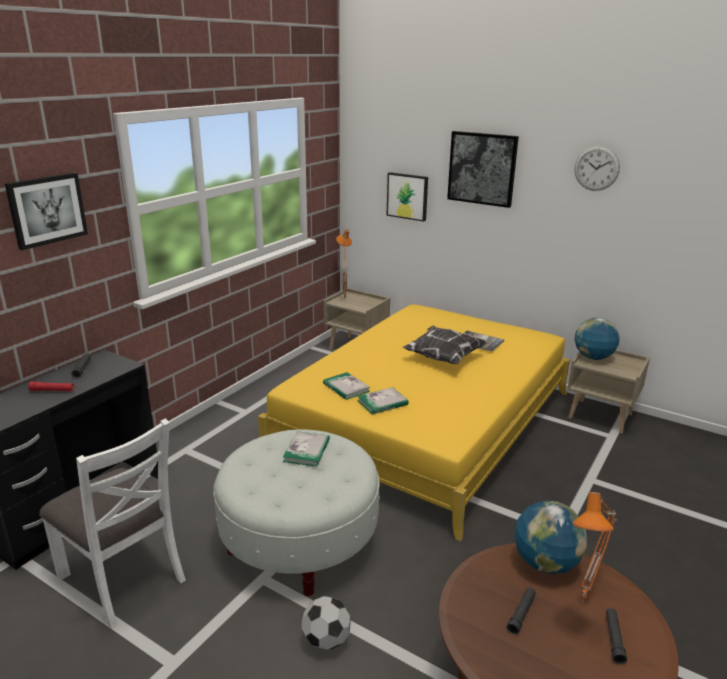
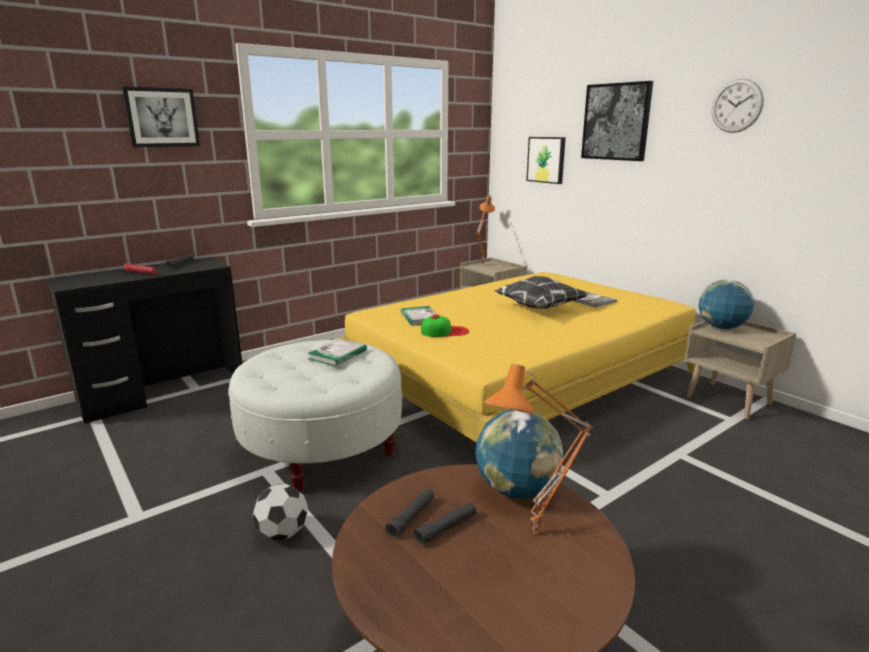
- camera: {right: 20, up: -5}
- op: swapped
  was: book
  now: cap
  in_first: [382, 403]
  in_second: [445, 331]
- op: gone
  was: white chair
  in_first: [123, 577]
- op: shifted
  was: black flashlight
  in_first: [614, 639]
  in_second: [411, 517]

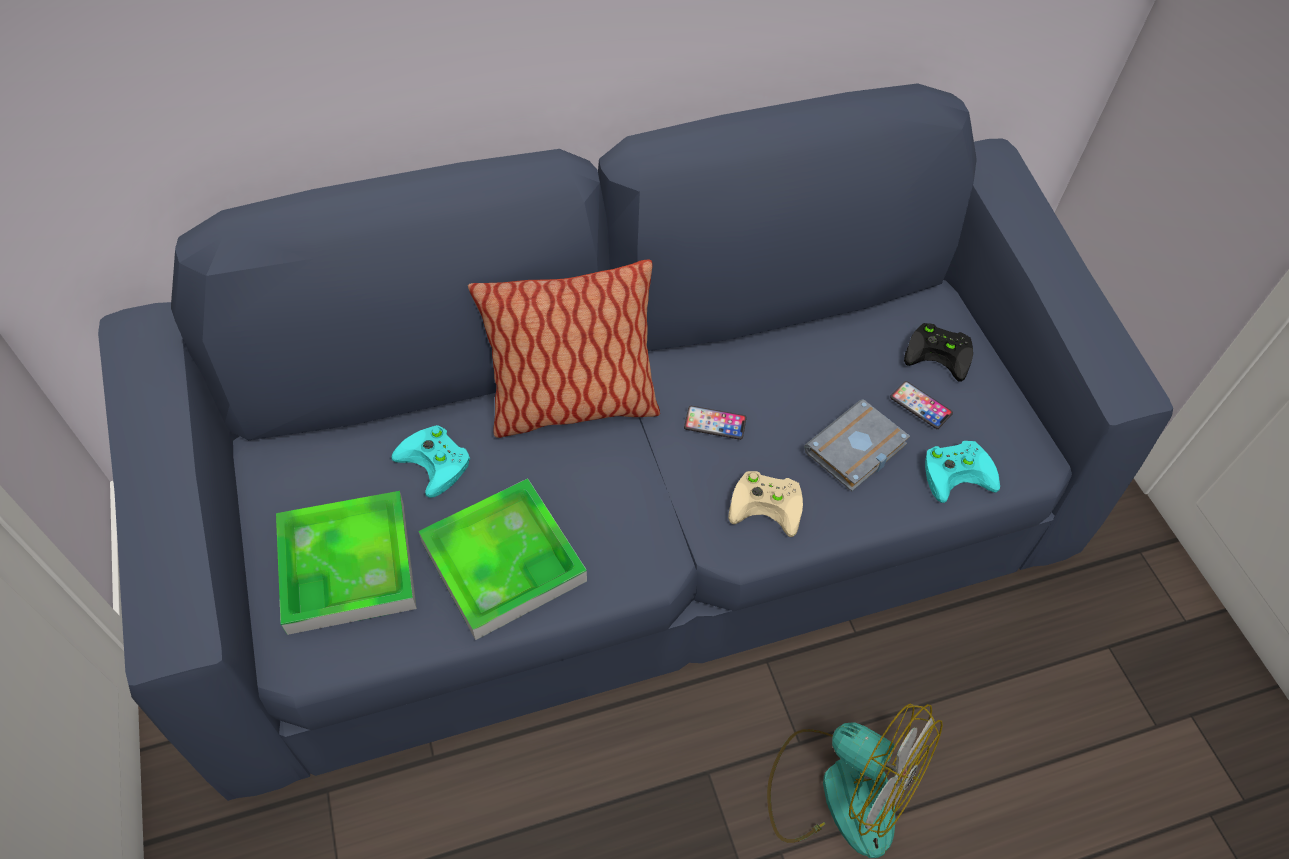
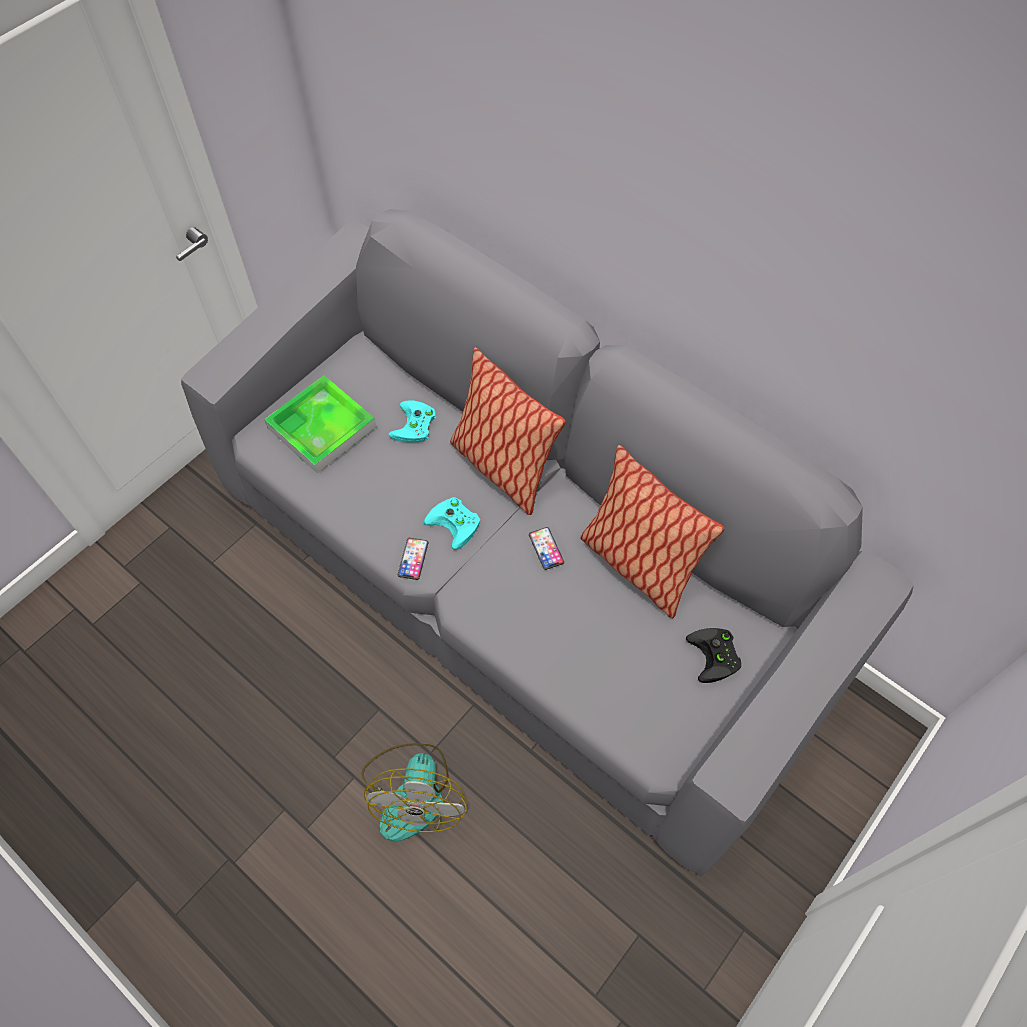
- camera: {right: 60, up: 5}
- op: repainted
  was: blue sofa
  now: grey sofa
  in_first: [638, 530]
  in_second: [514, 579]
- op: shifted
  was: phone
  in_first: [920, 406]
  in_second: [413, 559]
- op: gone
  was: grey book
  in_first: [856, 451]
- op: shifted
  was: turquoise game controller
  in_first: [958, 471]
  in_second: [456, 524]
- op: gone
  was: beige game controller
  in_first: [769, 504]
- op: gone
  was: tray
  in_first: [503, 562]
- op: new
  now: pillow
  in_second: [637, 564]

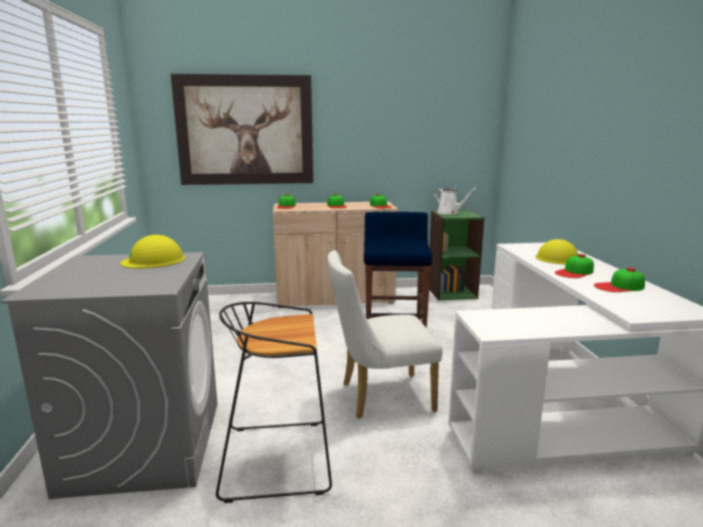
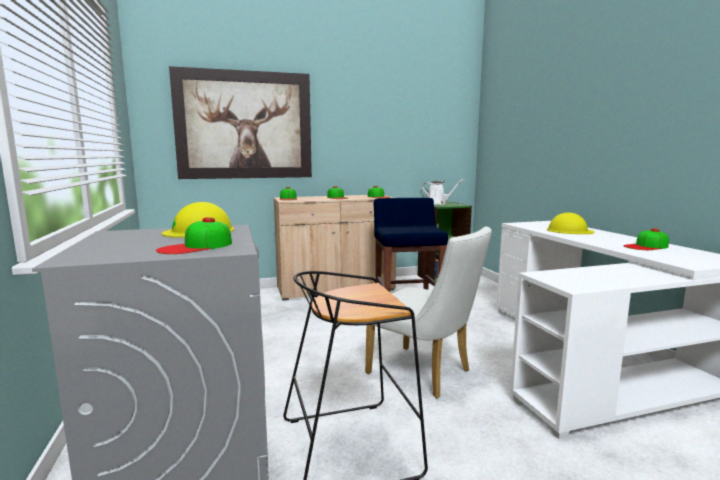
- camera: {right: -10, up: -5}
- op: rotated
  was: white chair
  in_first: [379, 397]
  in_second: [425, 374]
  clockwise: -120
- op: shifted
  was: cap
  in_first: [574, 272]
  in_second: [196, 247]

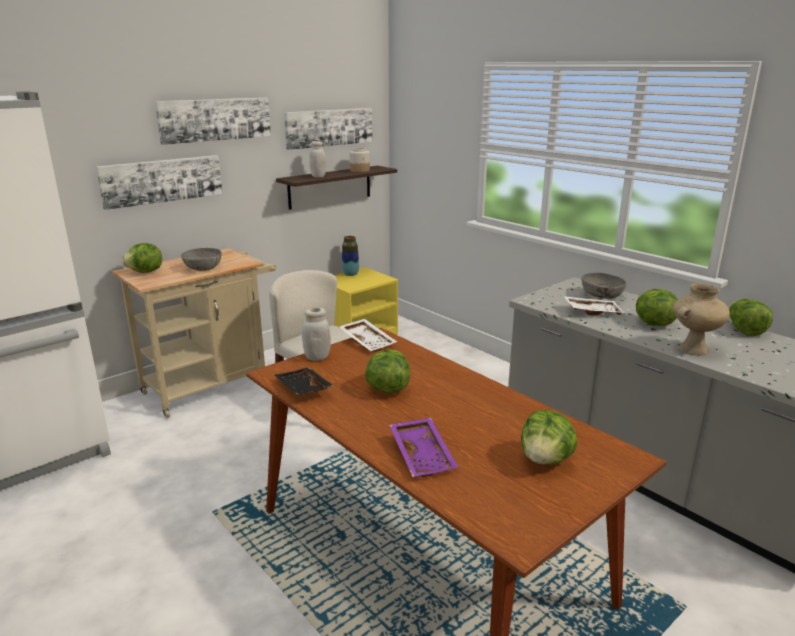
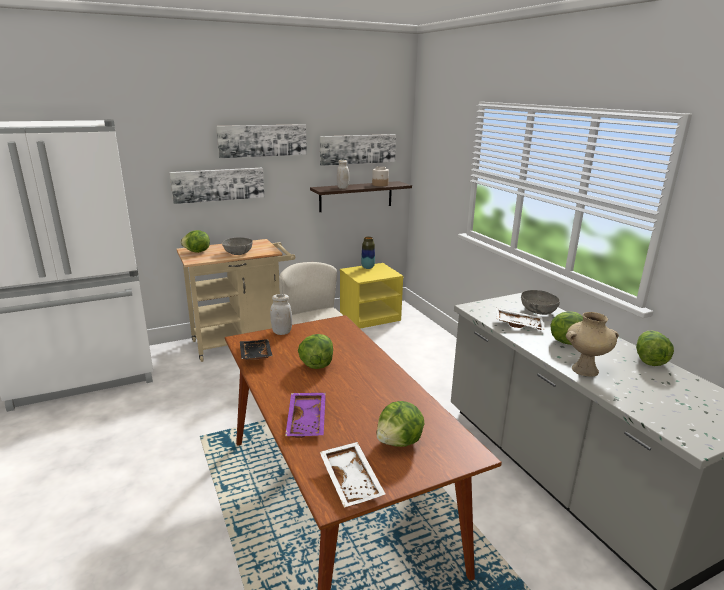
- camera: {right: 15, up: 0}
- op: shifted
  was: white tray
  in_first: [368, 341]
  in_second: [352, 480]

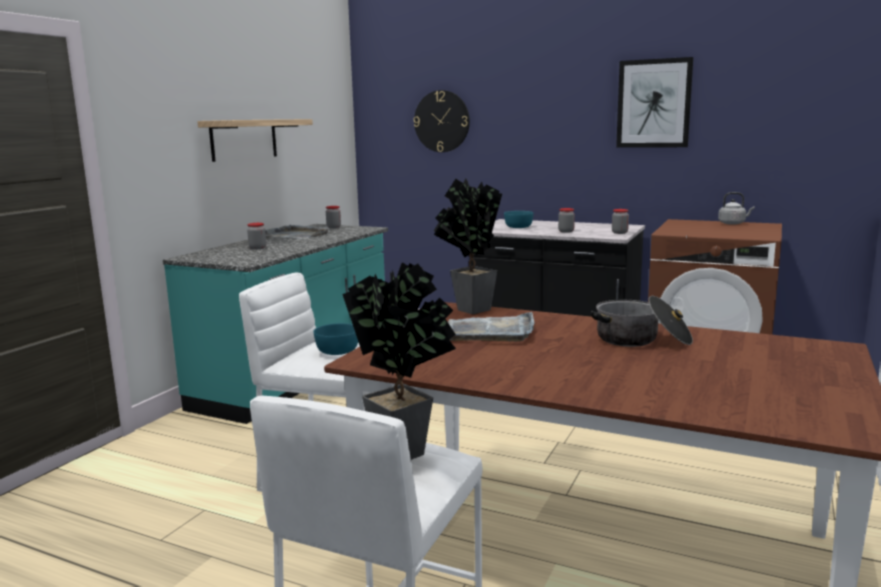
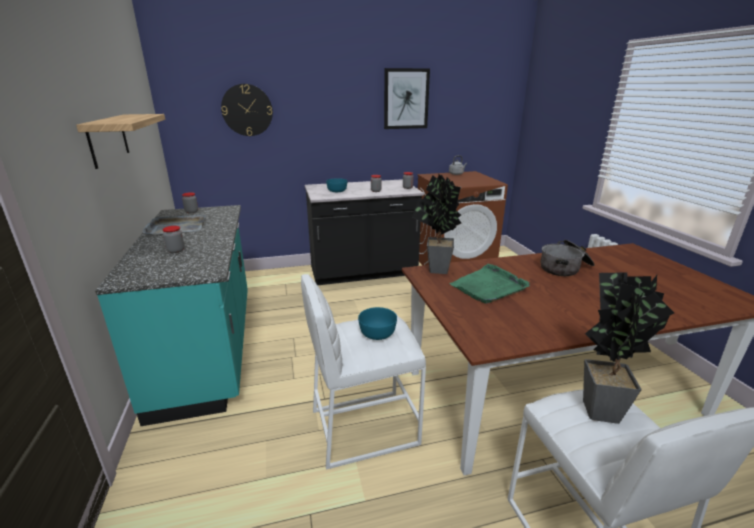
- camera: {right: -40, up: 10}
- op: repainted
  was: grey tray
  now: green tray
  in_first: [489, 331]
  in_second: [489, 286]

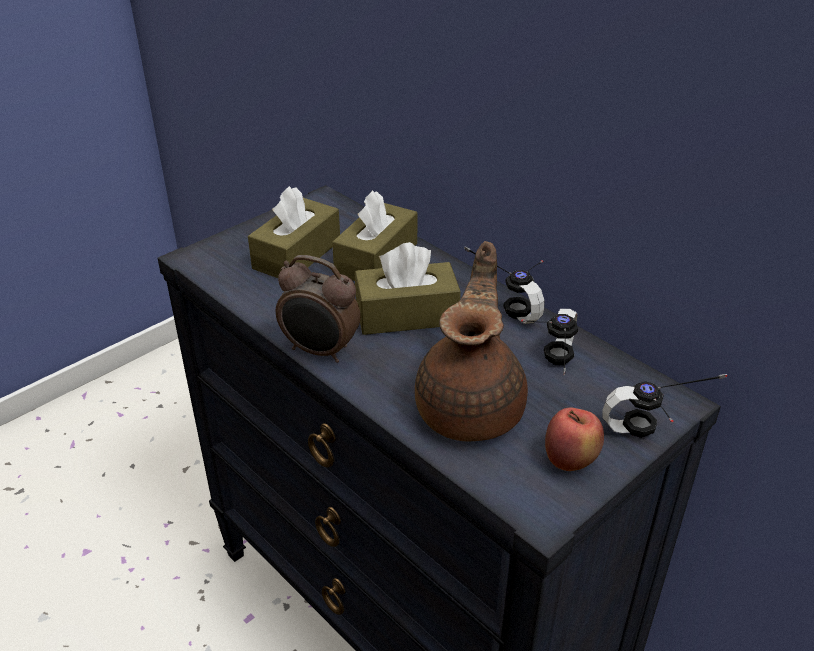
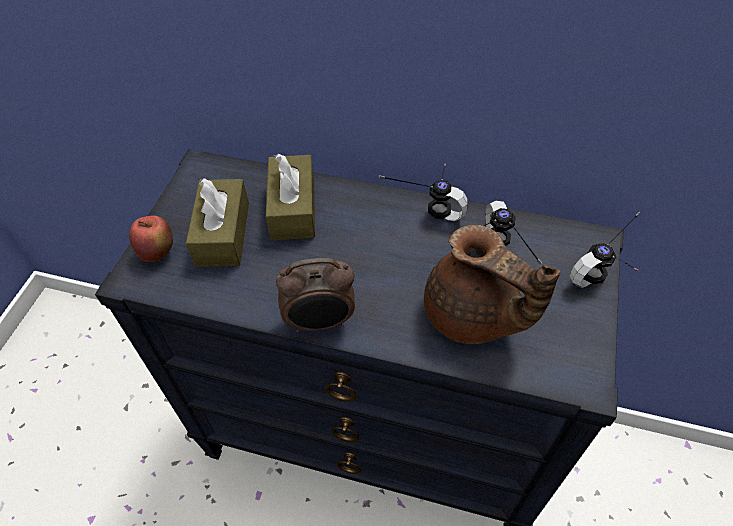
- camera: {right: -30, up: 15}
- op: rotated
  was: brown teapot
  in_first: [472, 407]
  in_second: [473, 316]
  clockwise: 150
- op: gone
  was: brown tissue box
  in_first: [406, 315]
- op: shifted
  was: apple
  in_first: [570, 461]
  in_second: [158, 252]

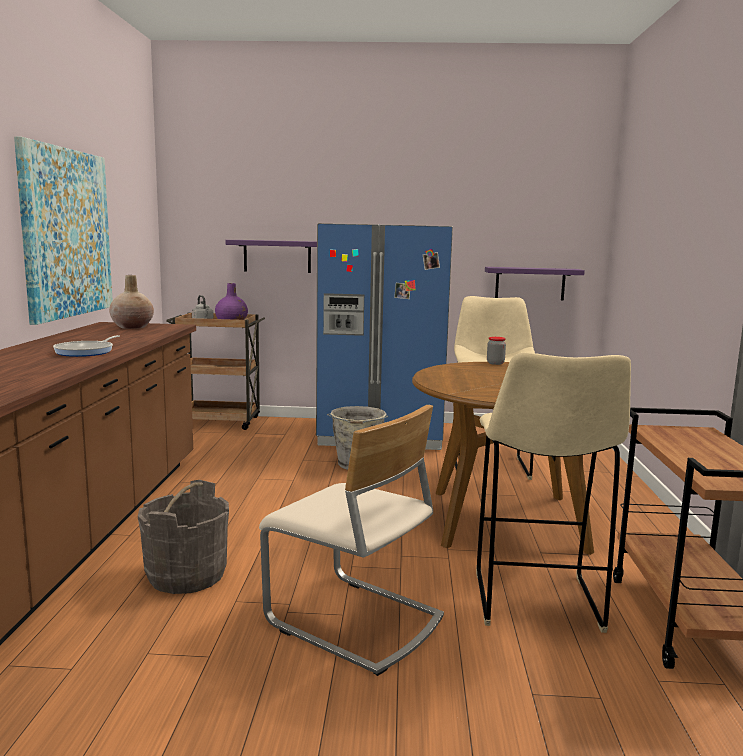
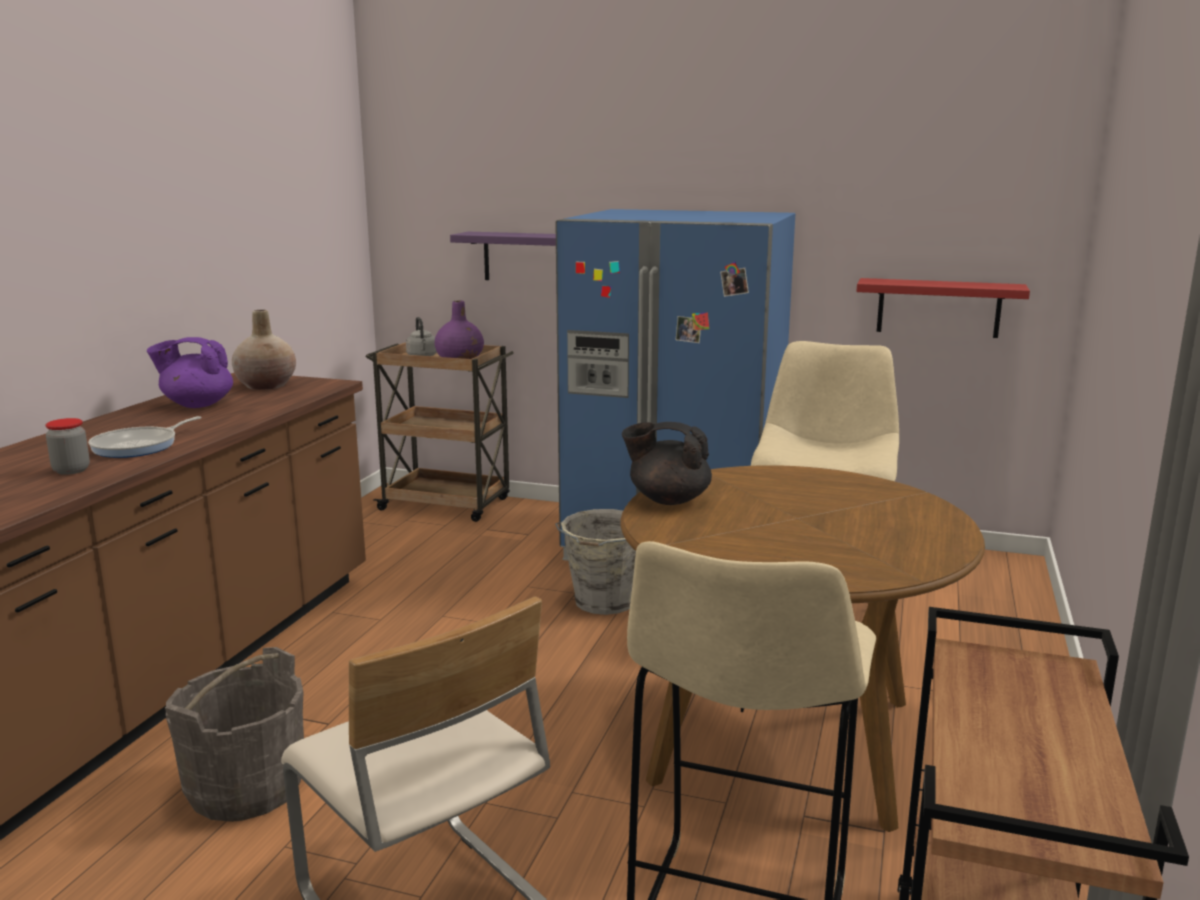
- camera: {right: 15, up: 5}
- op: gone
  was: picture
  in_first: [67, 233]
- op: repainted
  was: purple shelf
  now: red shelf
  in_first: [530, 283]
  in_second: [938, 308]
- op: shifted
  was: jar
  in_first: [495, 363]
  in_second: [71, 470]
- op: new
  now: purple teapot
  in_second: [197, 405]
- op: new
  now: black teapot
  in_second: [668, 499]

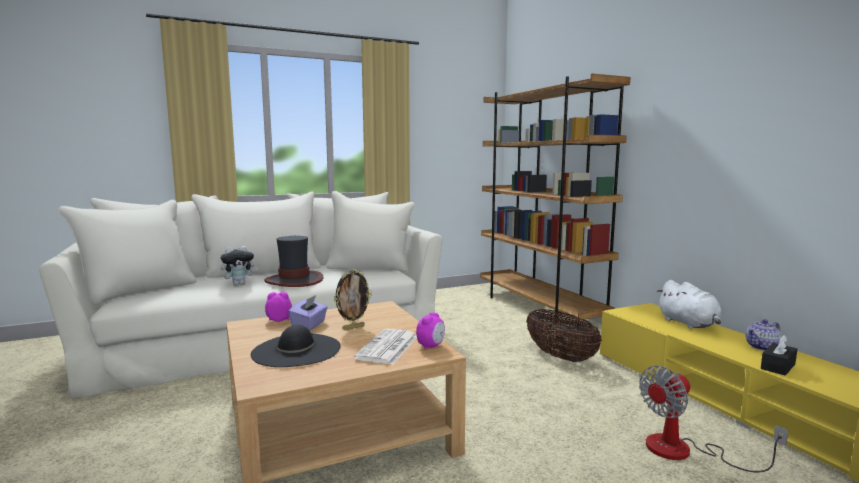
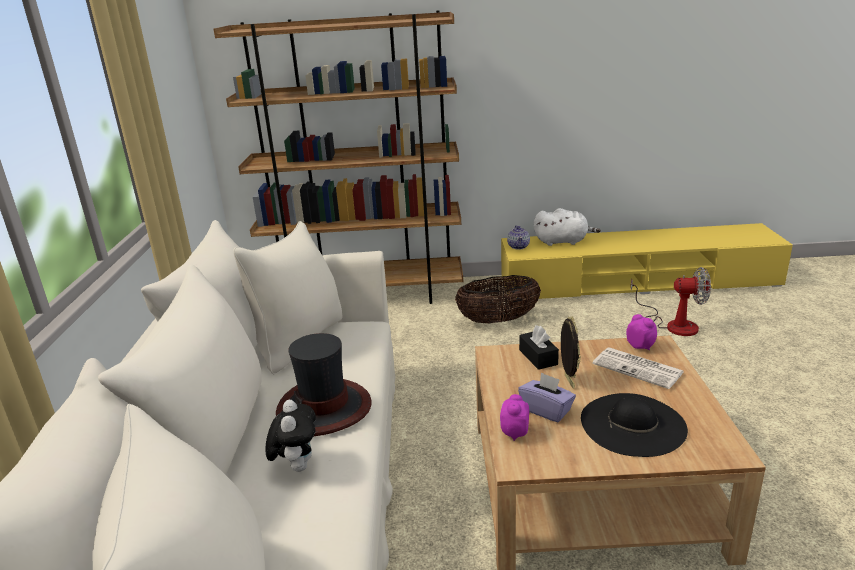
- camera: {right: -65, up: 15}
- op: shifted
  was: teapot
  in_first: [762, 347]
  in_second: [518, 246]
- op: shifted
  was: black tissue box
  in_first: [778, 366]
  in_second: [538, 357]
- op: rotated
  was: fan
  in_first: [685, 451]
  in_second: [673, 324]
  clockwise: -75

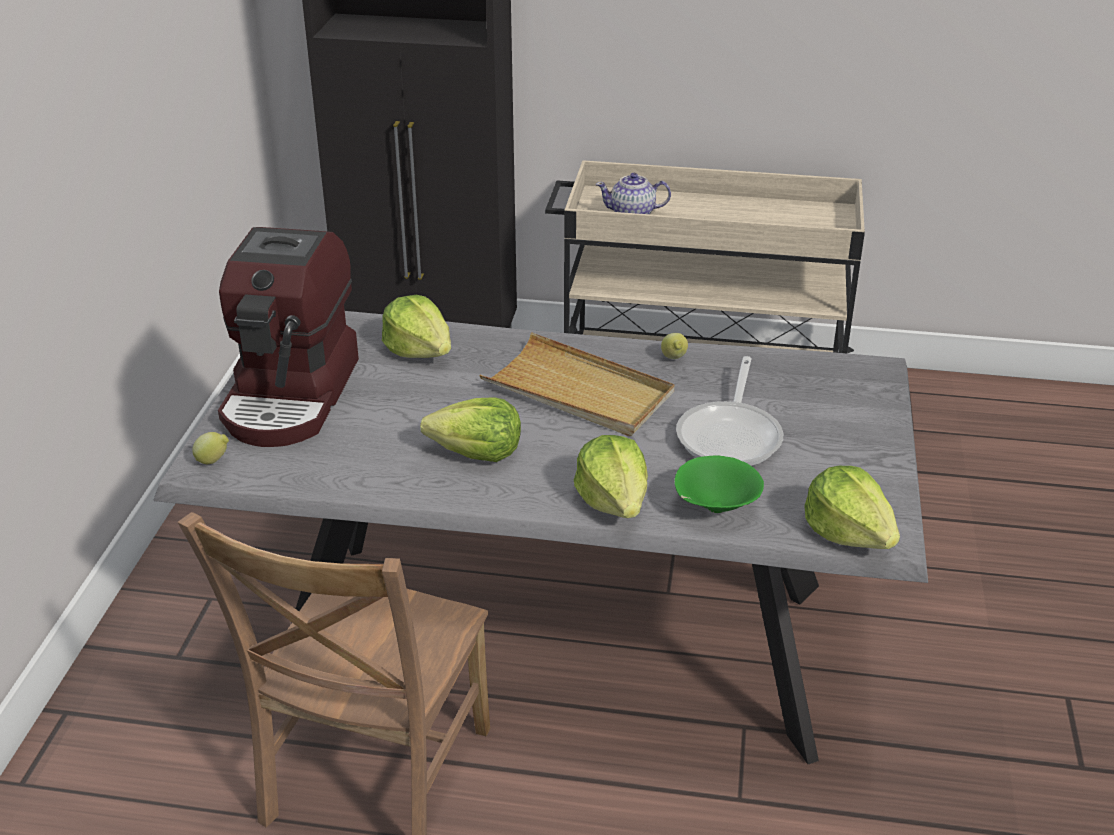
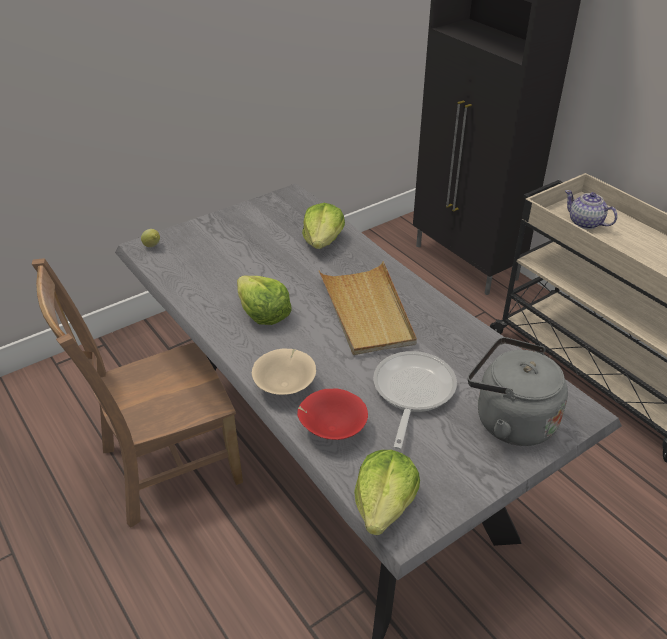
- camera: {right: 45, up: 5}
- op: gone
  was: coffee machine
  in_first: [292, 395]
- op: gone
  was: lemon
  in_first: [674, 359]
- op: rotated
  was: frying pan
  in_first: [731, 435]
  in_second: [411, 393]
  clockwise: 135
- op: swapped
  was: lettuce
  now: beige bowl
  in_first: [614, 500]
  in_second: [285, 386]
- op: repainted
  was: green bowl
  now: red bowl
  in_first: [714, 507]
  in_second: [331, 430]
- op: new
  now: grey kettle
  in_second: [509, 420]

